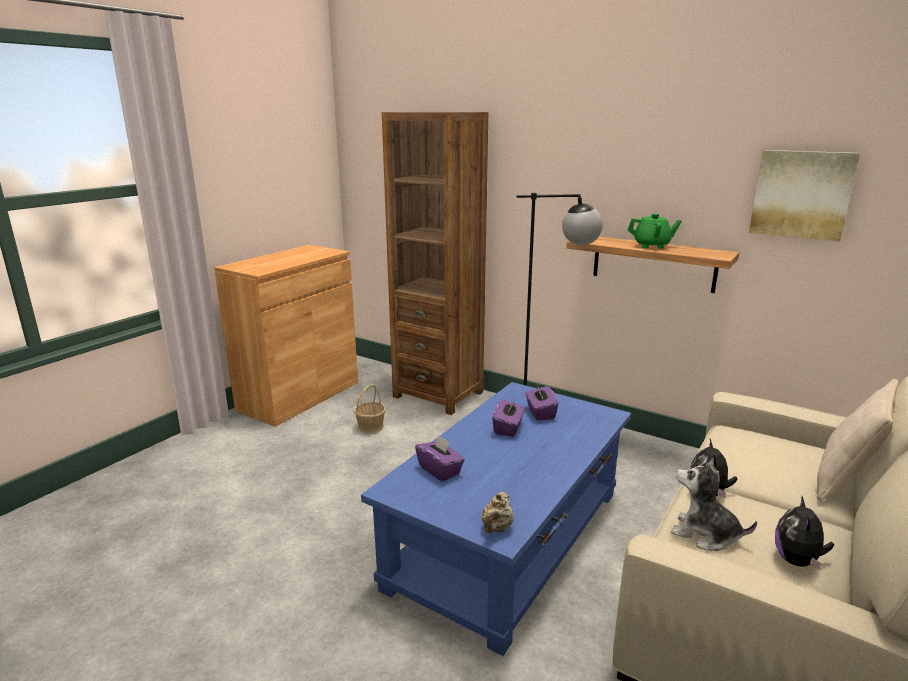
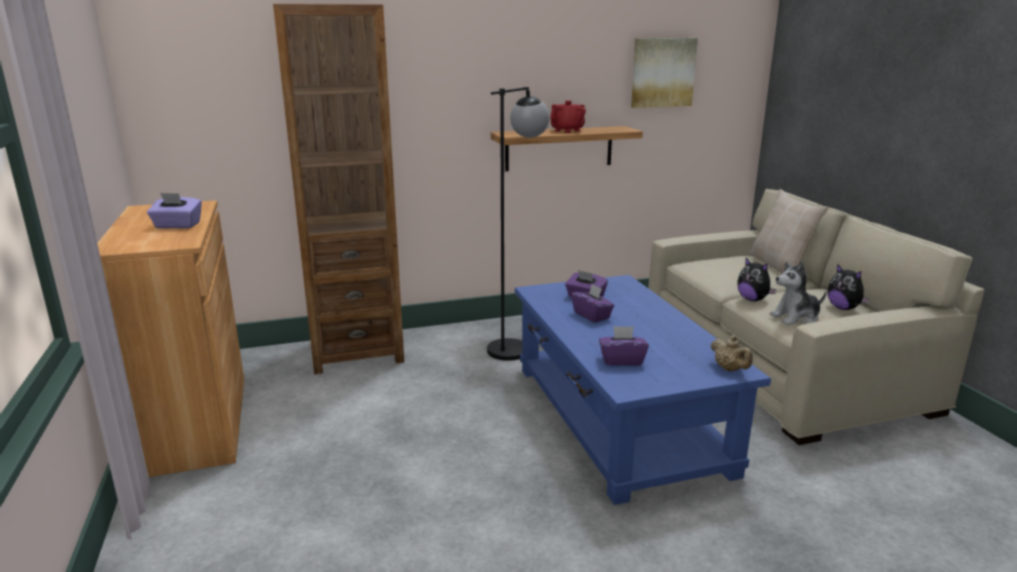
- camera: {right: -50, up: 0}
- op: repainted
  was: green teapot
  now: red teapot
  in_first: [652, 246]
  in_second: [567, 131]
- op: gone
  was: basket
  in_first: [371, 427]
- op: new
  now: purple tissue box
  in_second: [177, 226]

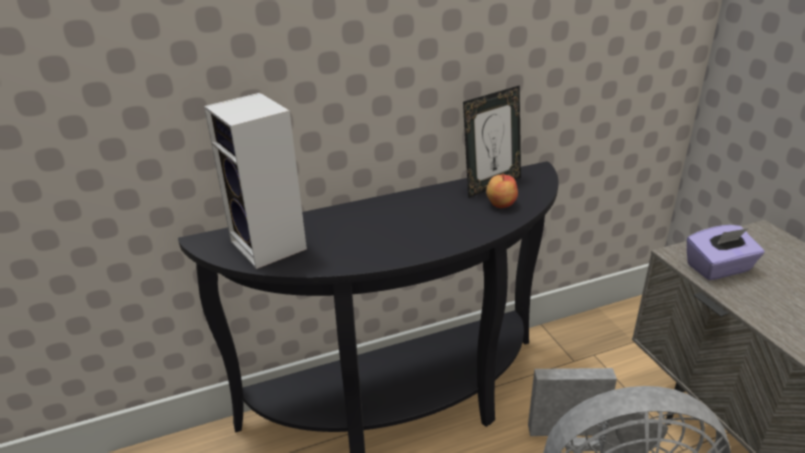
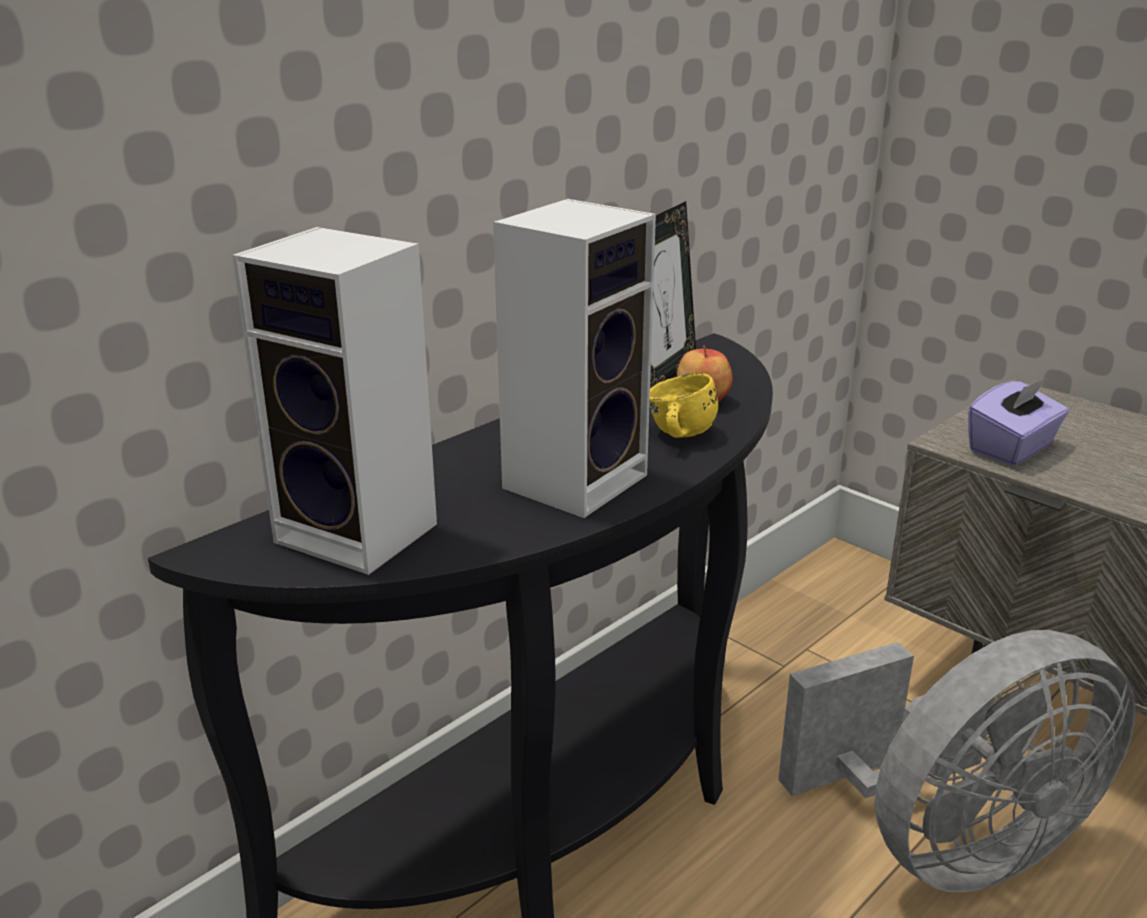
- camera: {right: -25, up: -5}
- op: new
  now: speaker
  in_second: [576, 479]
- op: new
  now: yellow mug
  in_second: [677, 436]

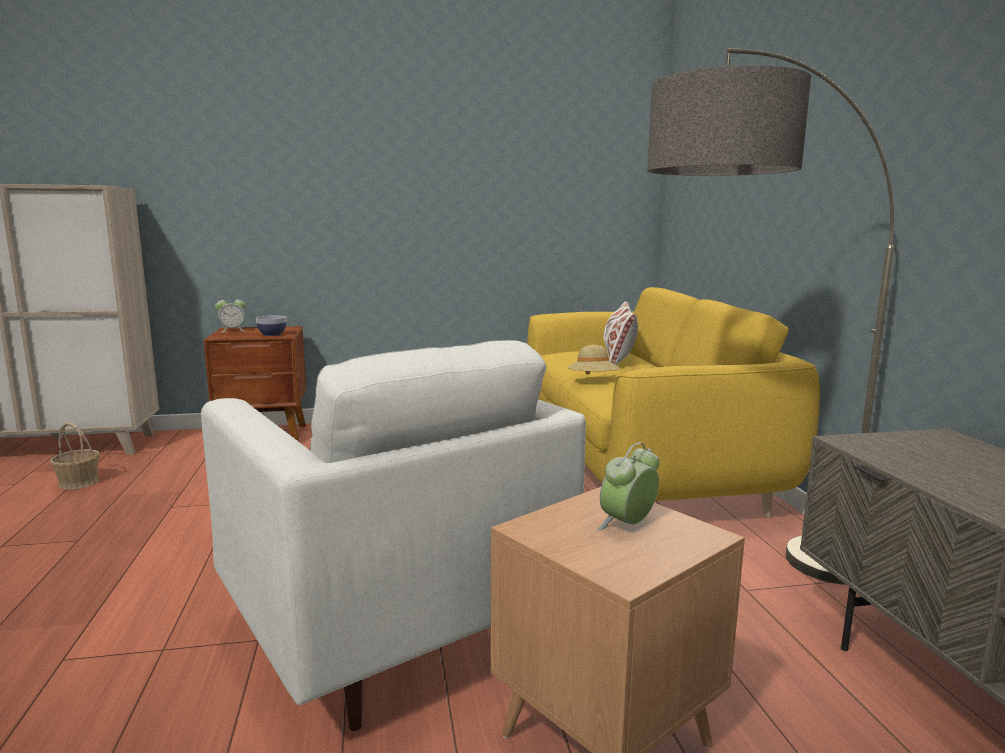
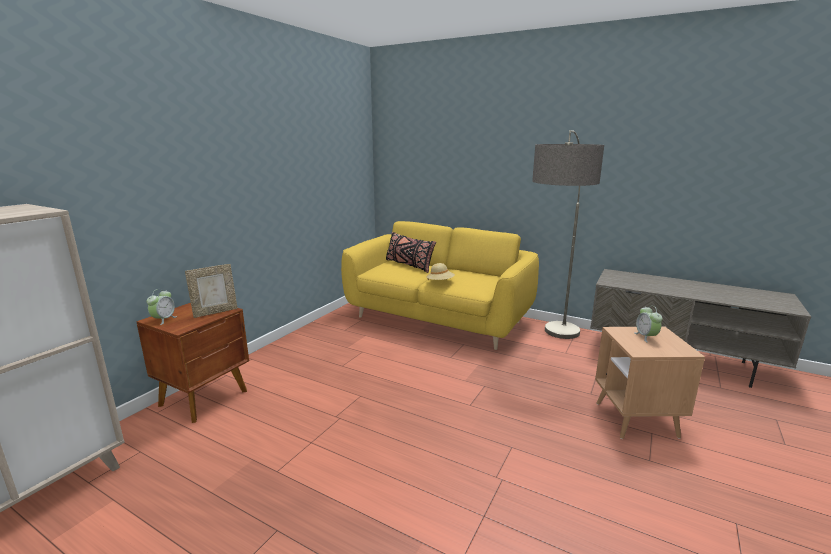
- camera: {right: -50, up: 5}
- op: repainted
  was: white pillow
  now: black pillow
  in_first: [618, 357]
  in_second: [409, 265]
- op: swapped
  was: bowl
  now: picture frame
  in_first: [272, 334]
  in_second: [215, 312]
- op: gone
  was: white armchair
  in_first: [394, 632]
- op: gone
  was: basket
  in_first: [78, 482]

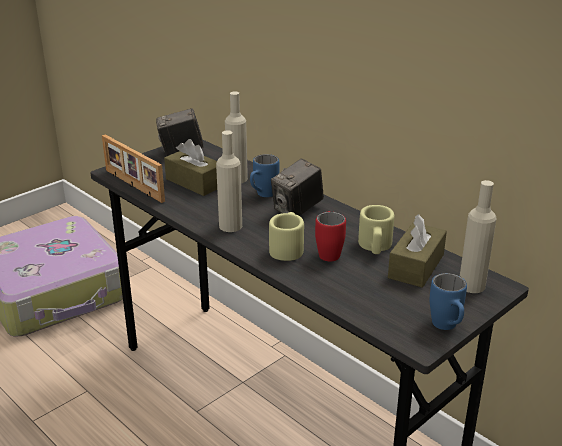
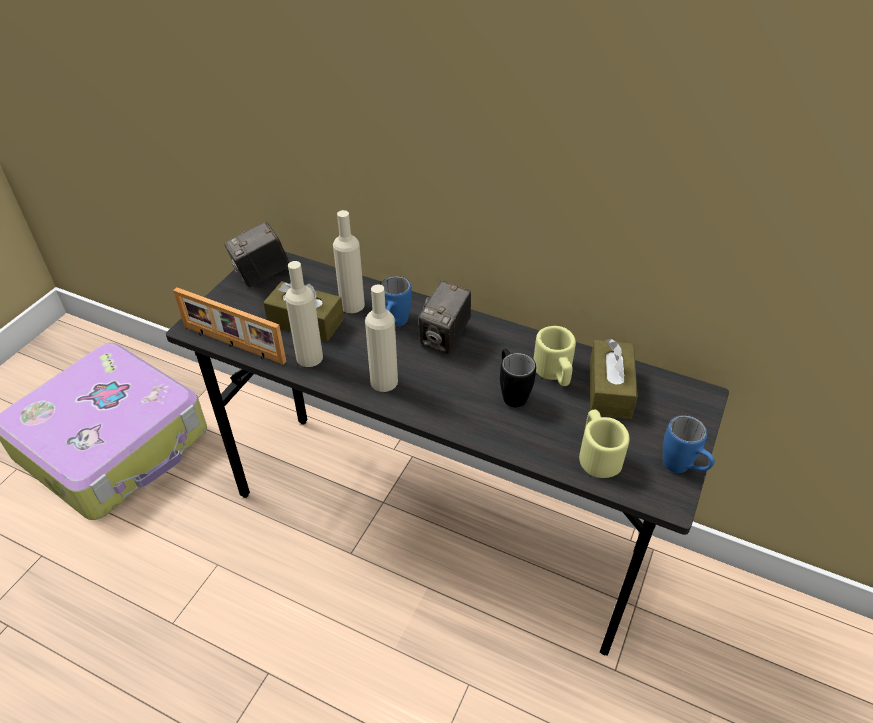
- camera: {right: -20, up: 15}
- op: shifted
  was: beige bottle
  in_first: [471, 285]
  in_second: [309, 357]
- op: repainted
  was: red mug
  now: black mug
  in_first: [329, 252]
  in_second: [511, 393]
- op: shifted
  was: beige mug
  in_first: [287, 248]
  in_second: [597, 454]

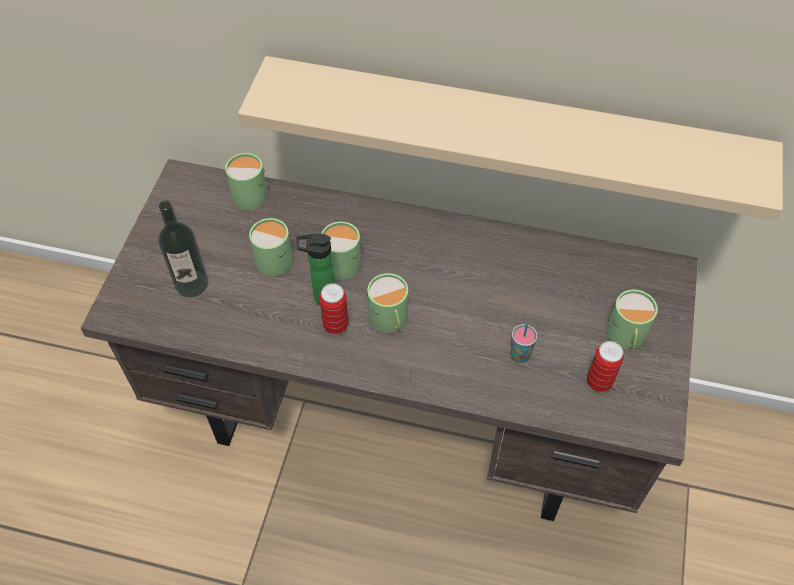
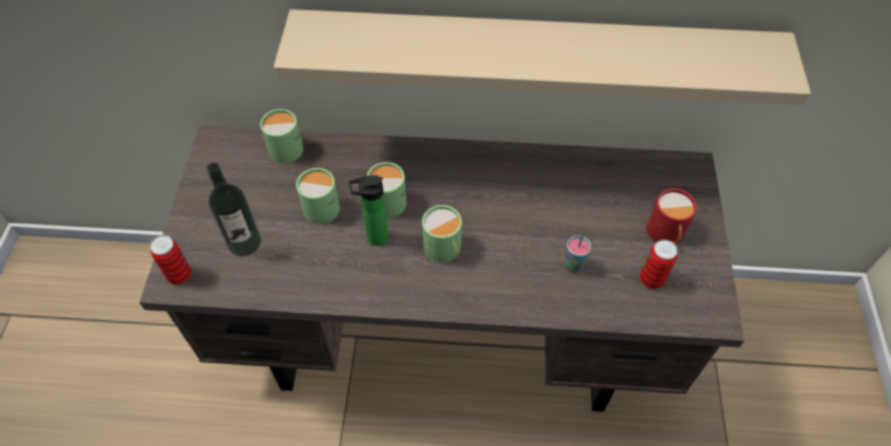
- camera: {right: -10, up: 0}
- op: shifted
  was: can
  in_first: [335, 325]
  in_second: [179, 275]
- op: repainted
  was: green mug
  now: red mug
  in_first: [625, 336]
  in_second: [665, 233]

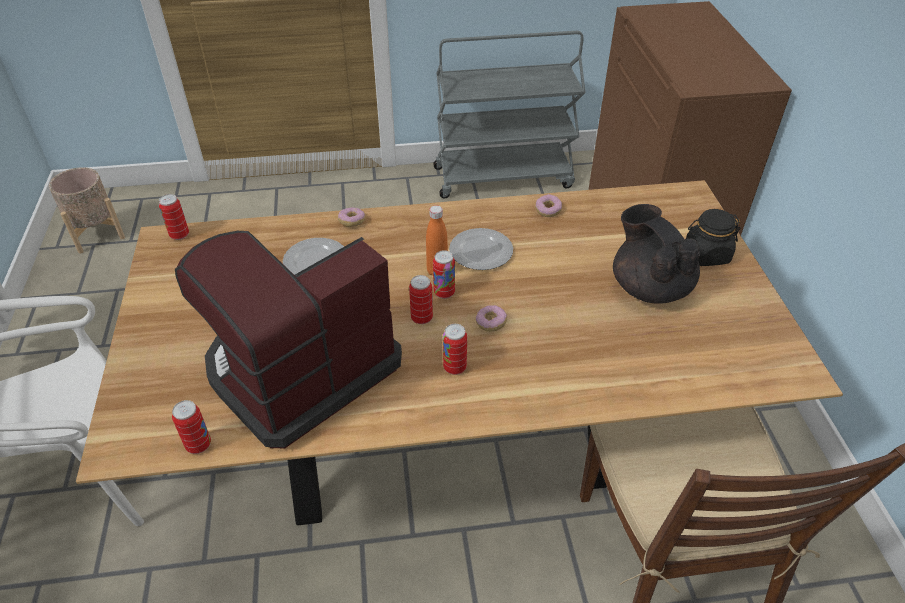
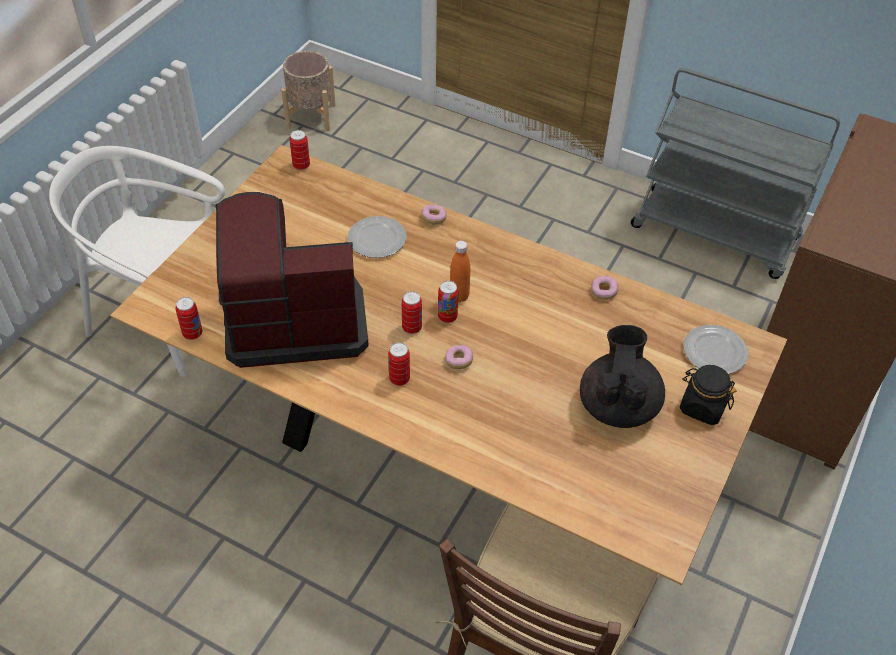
- camera: {right: 35, up: 5}
- op: shifted
  was: plate
  in_first: [480, 252]
  in_second: [713, 352]

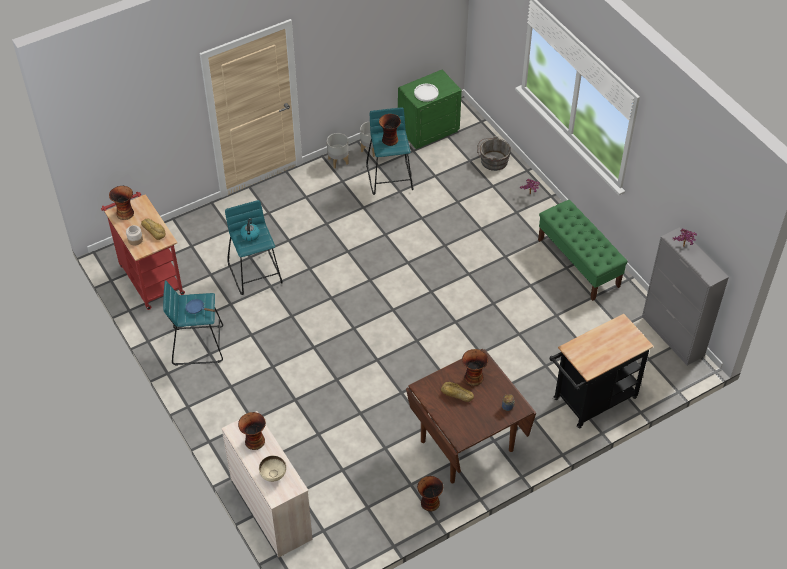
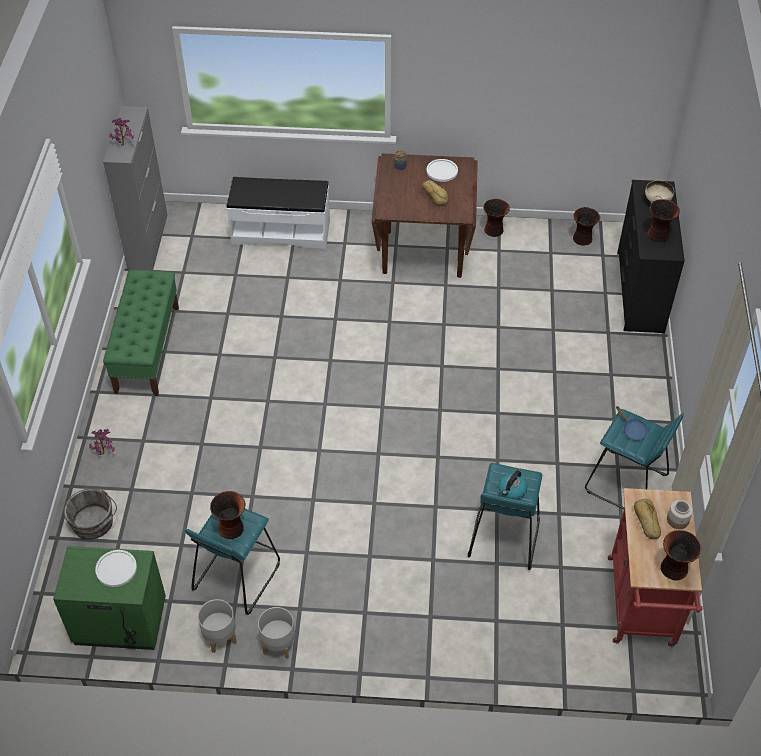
- camera: {right: -145, up: 0}
- op: swapped
  was: black cart
  now: white bench
  in_first: [590, 401]
  in_second: [281, 231]
- op: shifted
  was: vase
  in_first: [473, 377]
  in_second: [582, 239]
- op: repainted
  was: beige dresser
  now: black dresser
  in_first: [271, 509]
  in_second: [639, 292]
- op: new
  now: white plate
  in_second: [442, 171]

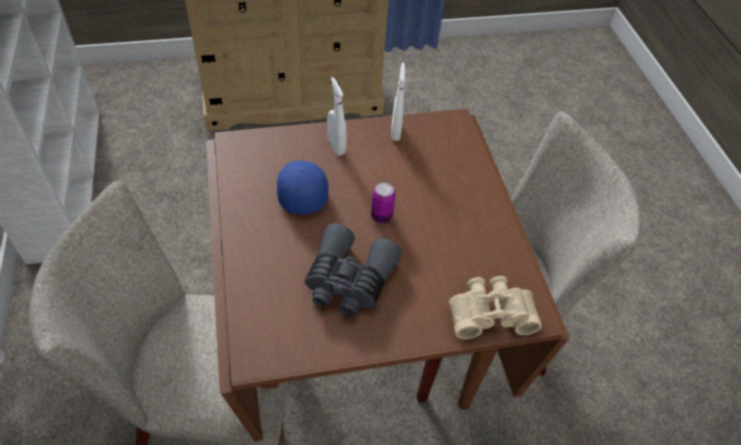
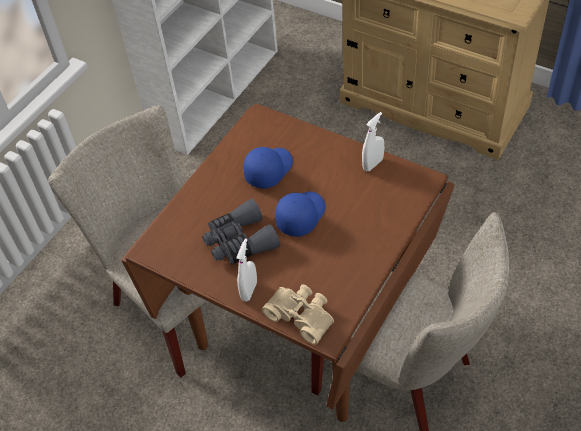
- camera: {right: 50, up: 0}
- op: shifted
  was: white spray bottle
  in_first: [336, 146]
  in_second: [249, 291]
- op: swapped
  was: can
  now: blue cap
  in_first: [381, 216]
  in_second: [300, 215]

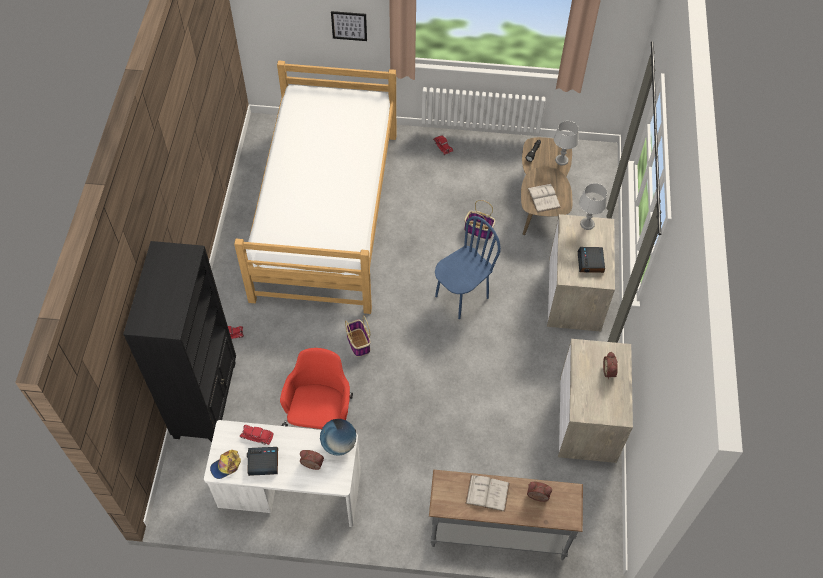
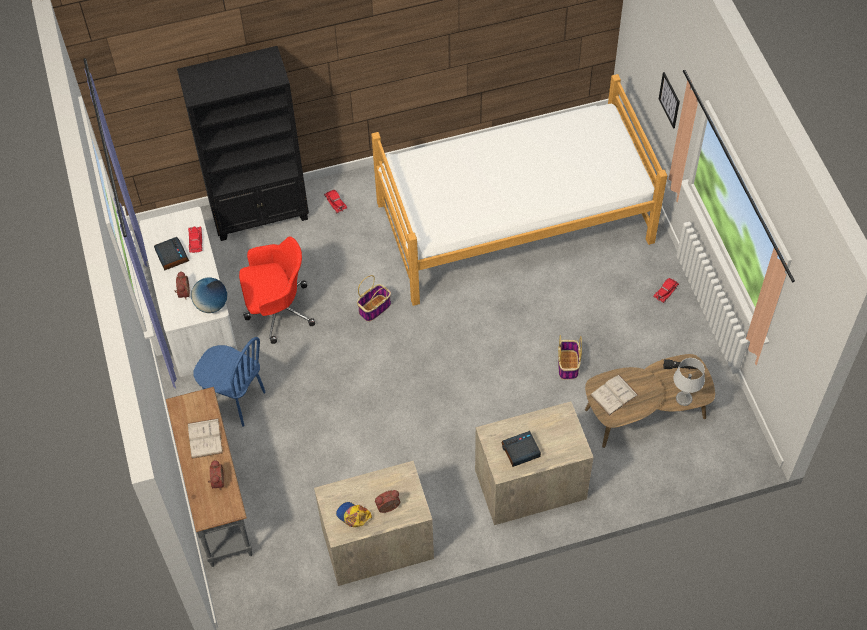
- camera: {right: 70, up: 0}
- op: gone
  was: grey table lamp
  in_first: [587, 224]
- op: shifted
  was: blue chair
  in_first: [461, 296]
  in_second: [235, 400]
- op: shifted
  was: cap
  in_first: [226, 466]
  in_second: [353, 516]

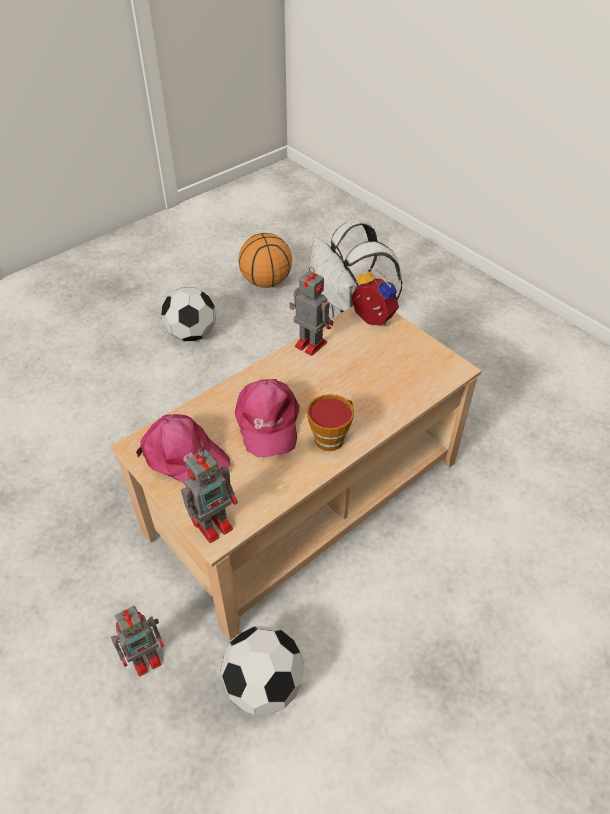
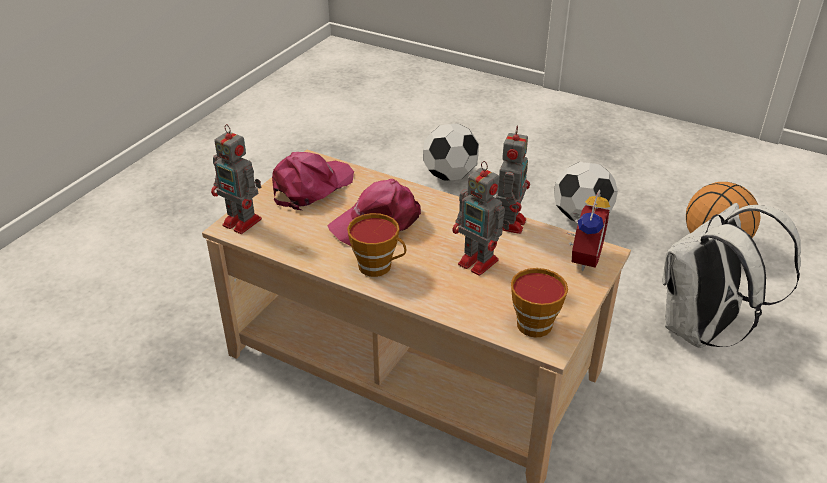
- camera: {right: 70, up: -10}
- op: rotated
  was: pink cap
  in_first: [184, 457]
  in_second: [311, 187]
  clockwise: -150
- op: shifted
  was: toy robot
  in_first: [147, 657]
  in_second: [480, 263]
- op: shifted
  was: football
  in_first: [264, 684]
  in_second: [450, 176]
- op: new
  now: cup
  in_second: [535, 321]

